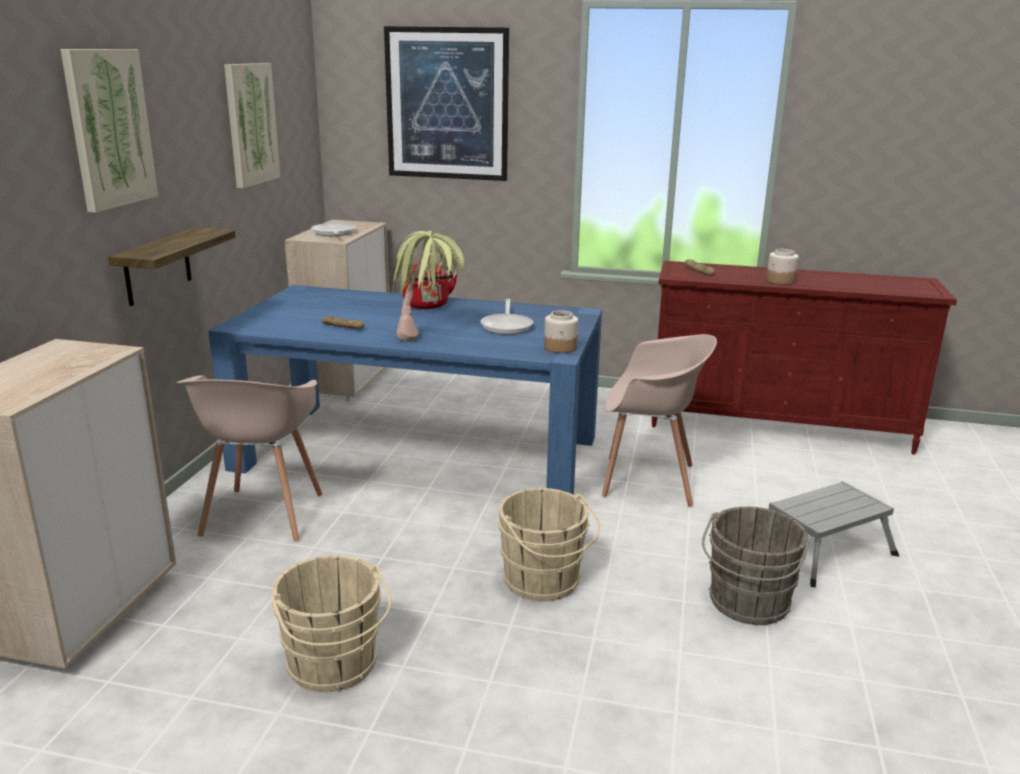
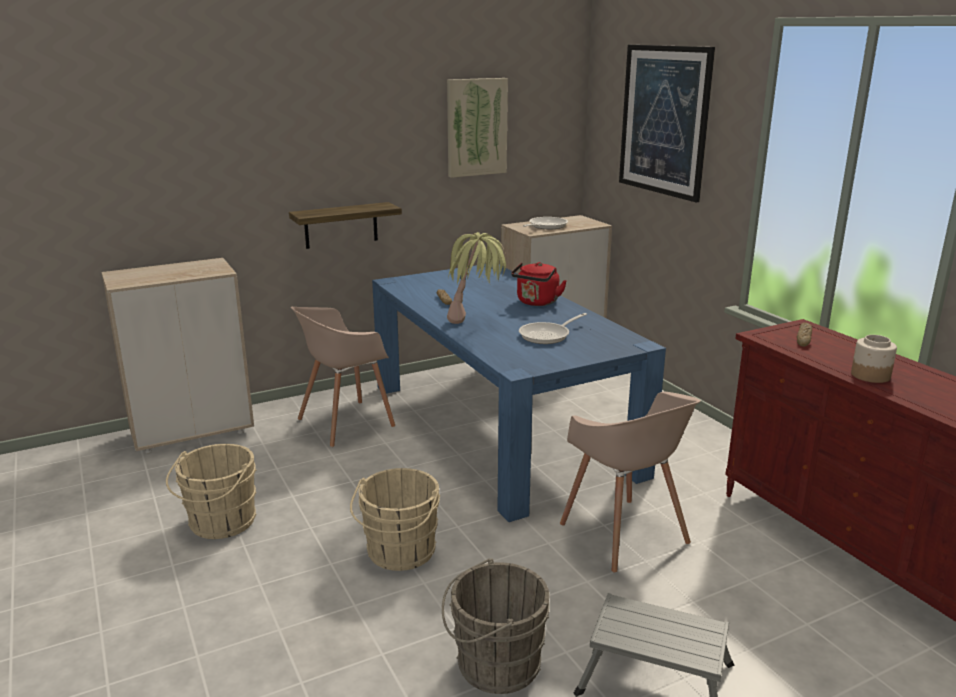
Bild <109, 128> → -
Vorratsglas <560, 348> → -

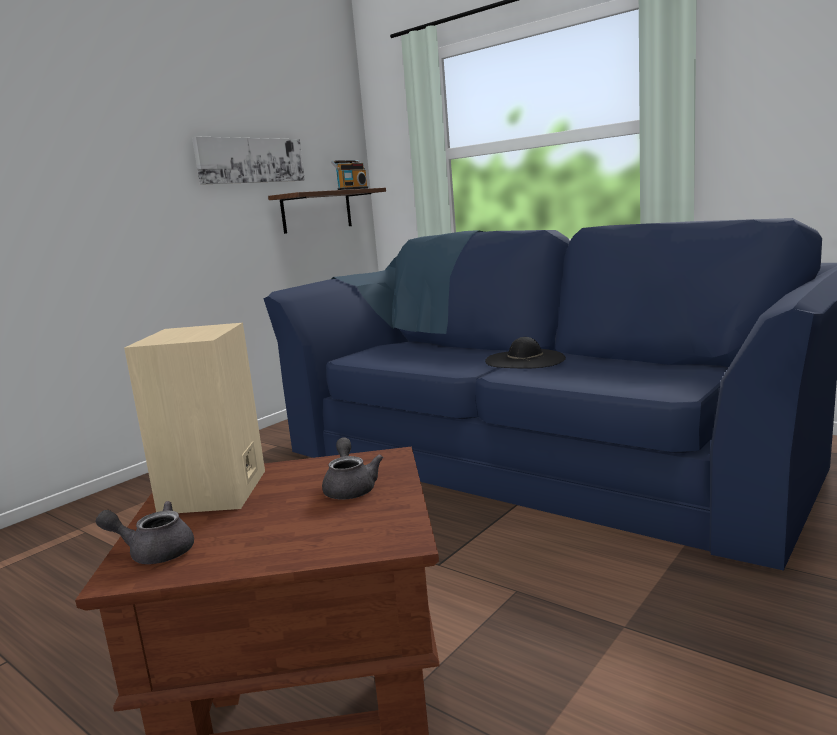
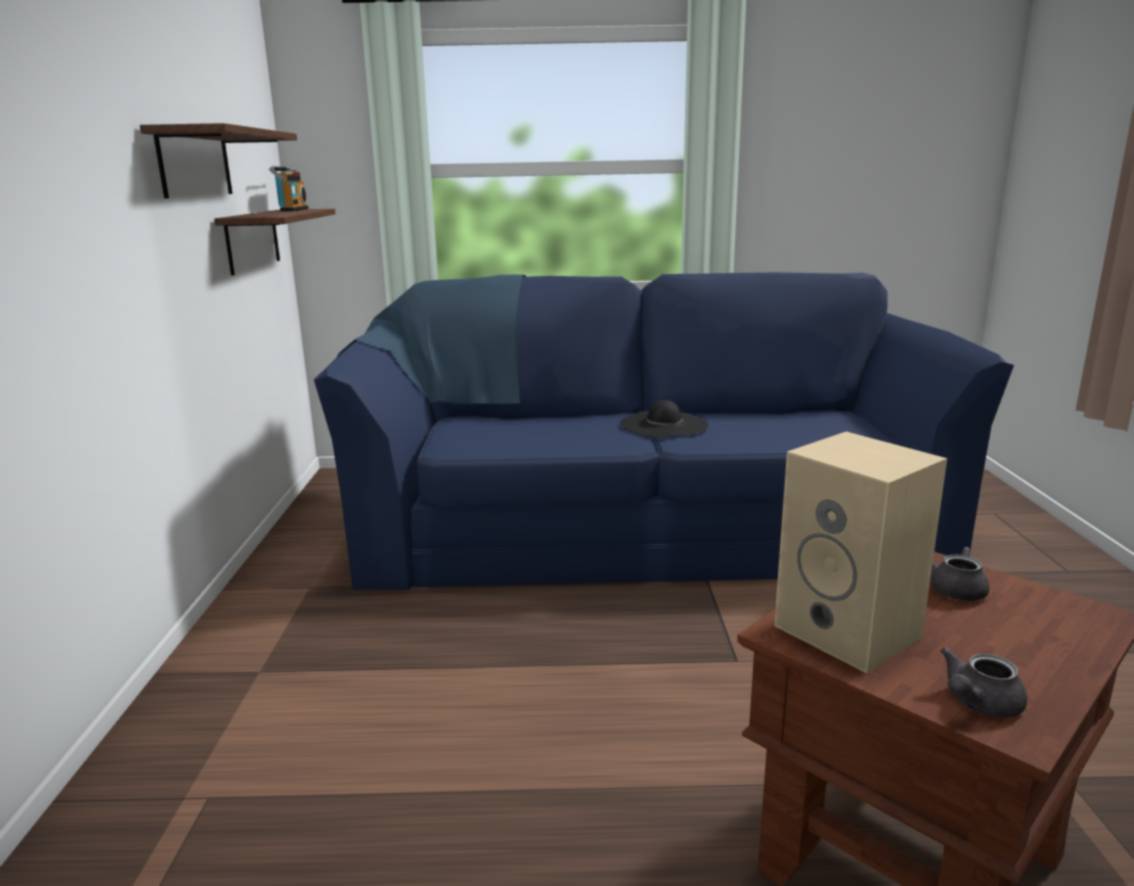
Bild <250, 160> → Wandregal <195, 163>

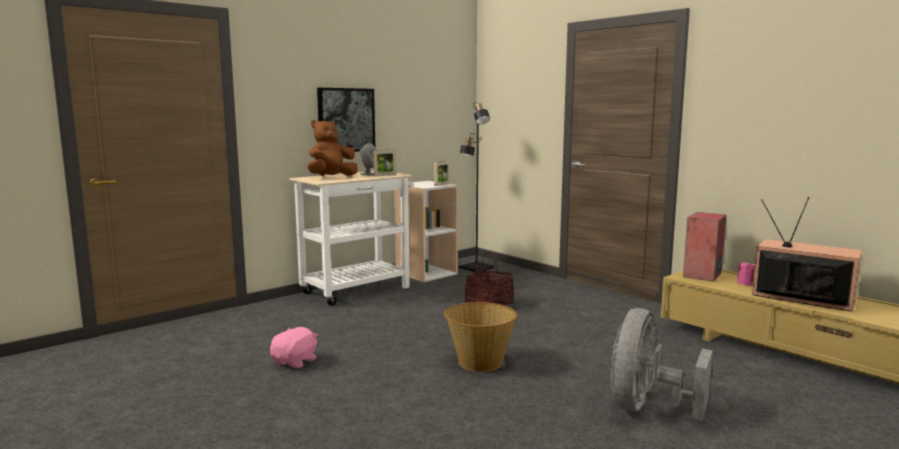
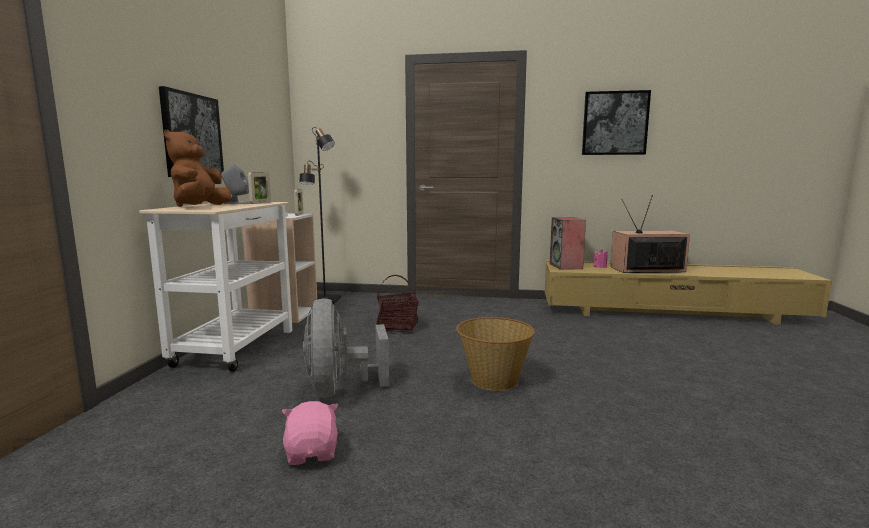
- → Bild <615, 123>
Ventilator [grau] <647, 408> → Ventilator [grau] <339, 390>, shifted

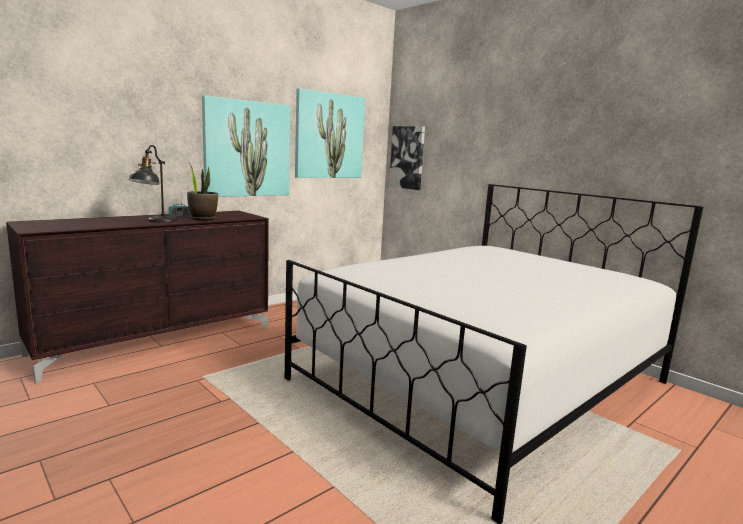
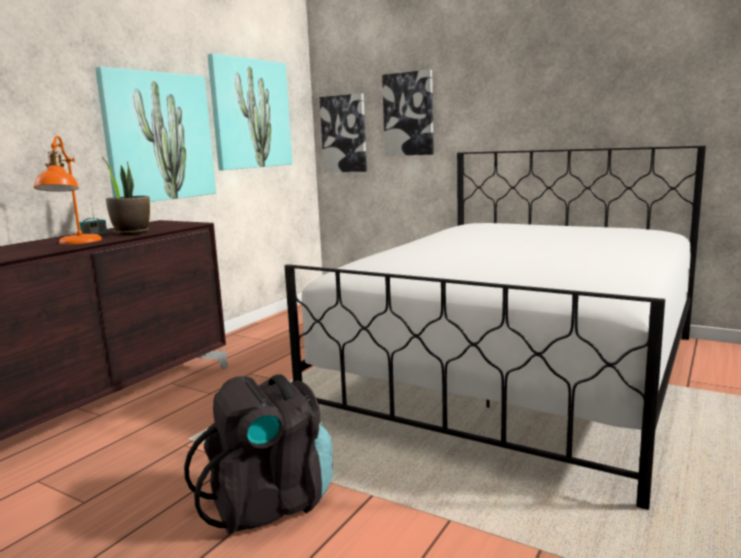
- → Rucksack [schwarz] <270, 502>
- → Bild <408, 114>
Tischlampe [grau] <156, 222> → Tischlampe [orange] <75, 244>

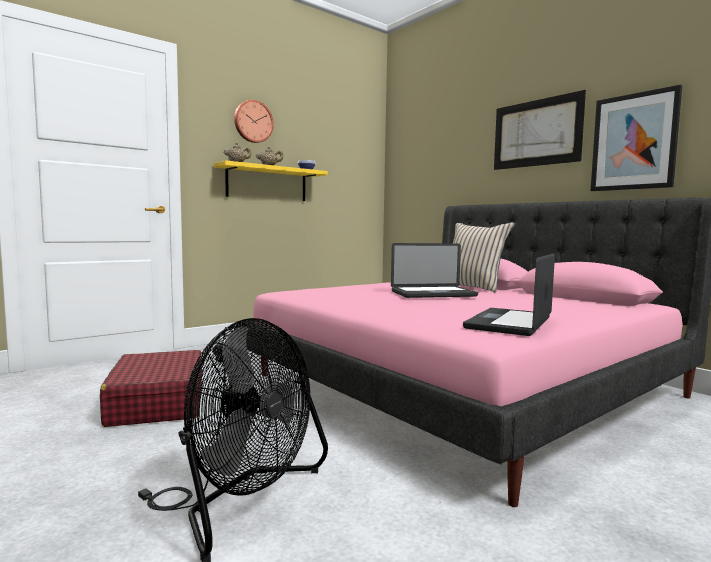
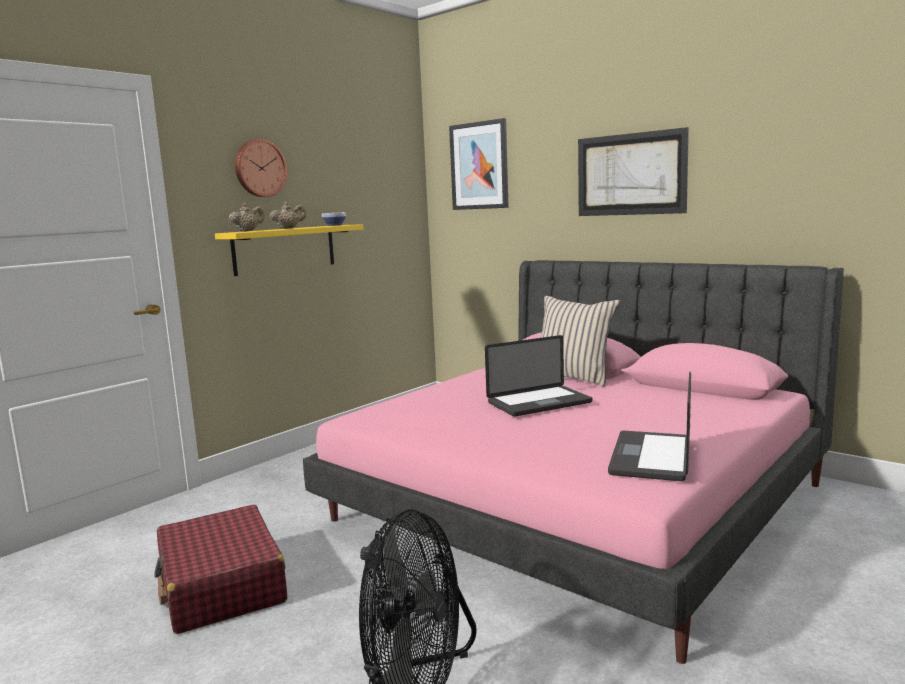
Bild <634, 142> → Bild <479, 166>, shifted

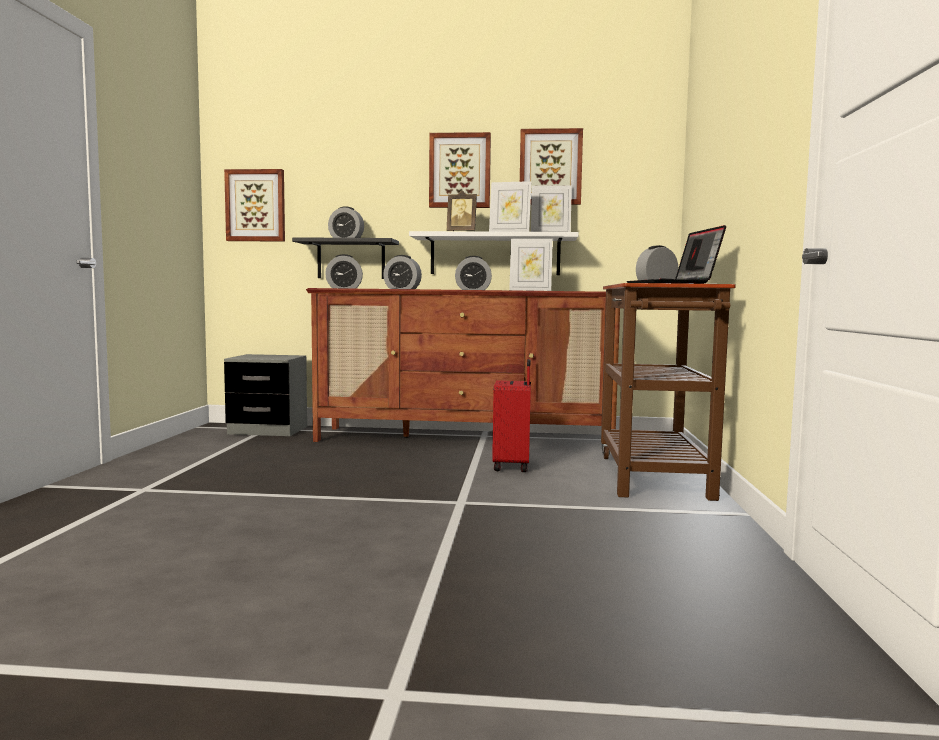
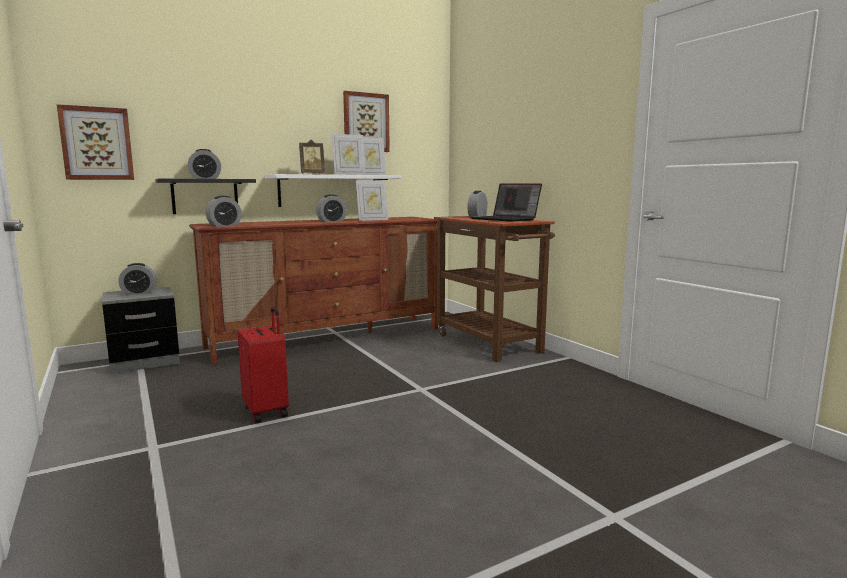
Bild <460, 171> → -
Wecker <402, 289> → Wecker <139, 293>, shifted
Koffer [rot] <512, 466> → Koffer [rot] <267, 411>, shifted

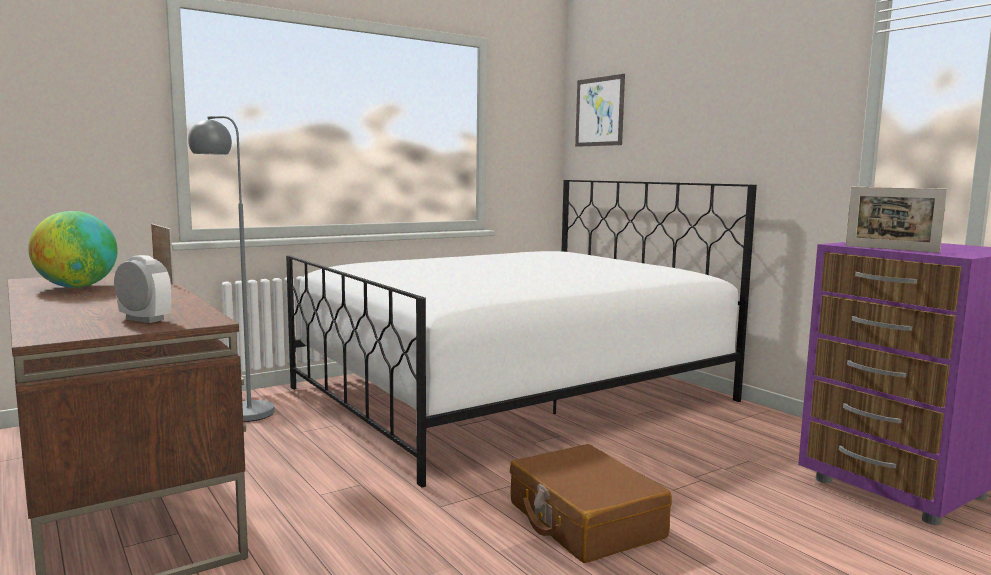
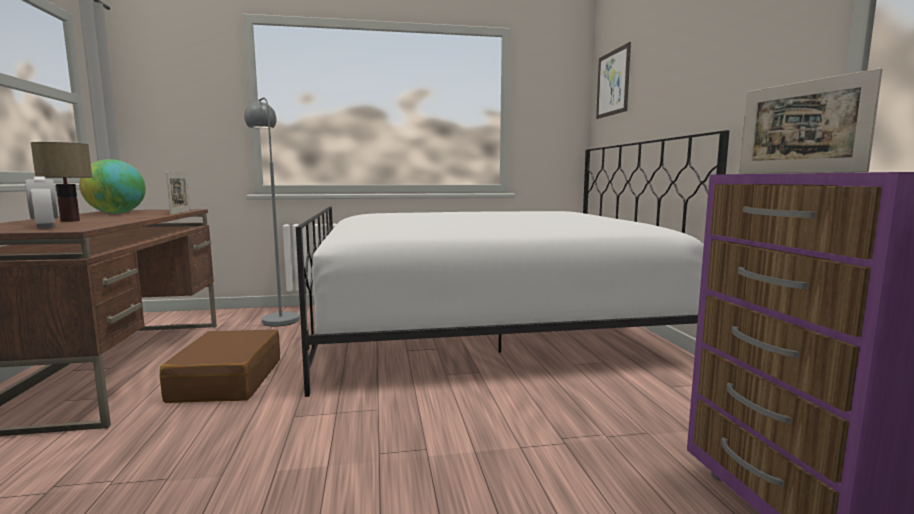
- → Tischlampe <69, 221>
Koffer [braun] <584, 520> → Koffer [braun] <226, 380>, shifted

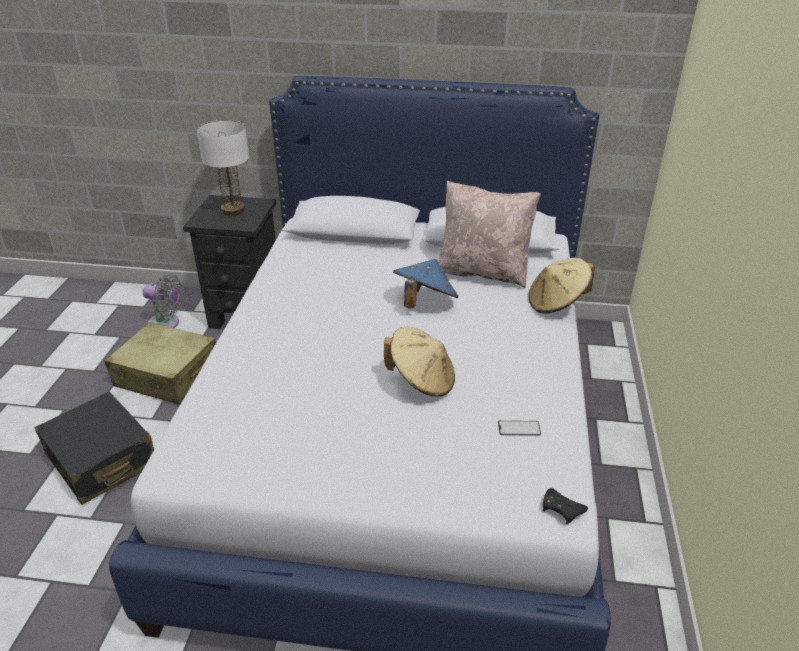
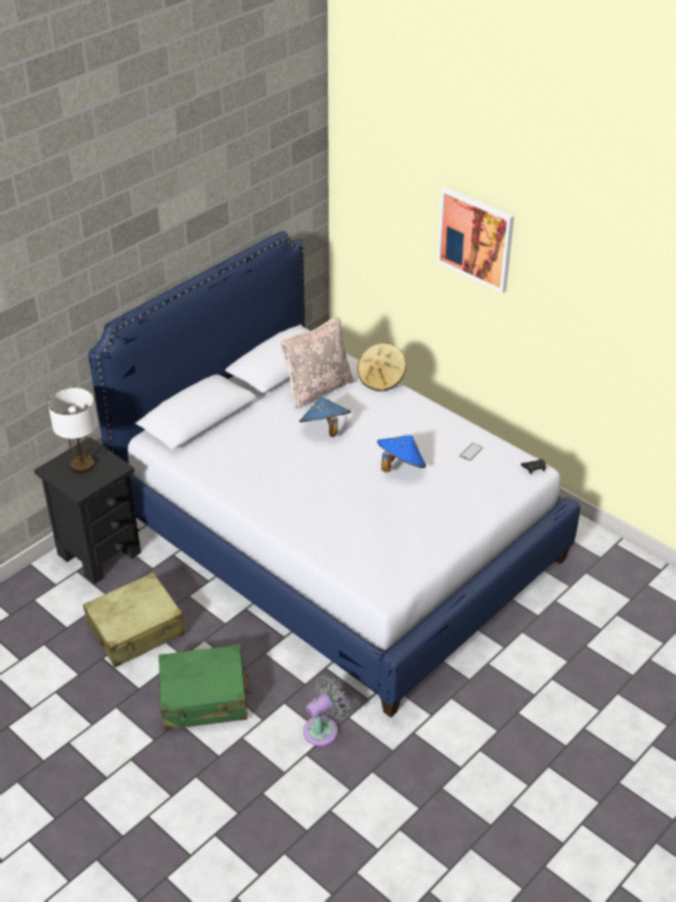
- → Bild <475, 238>
Ventilator [grau] <166, 324> → Ventilator [grau] <324, 729>, shifted
Koffer [schwarz] <101, 460> → Koffer [grün] <204, 698>
Hut [beige] <422, 380> → Hut [blau] <400, 466>

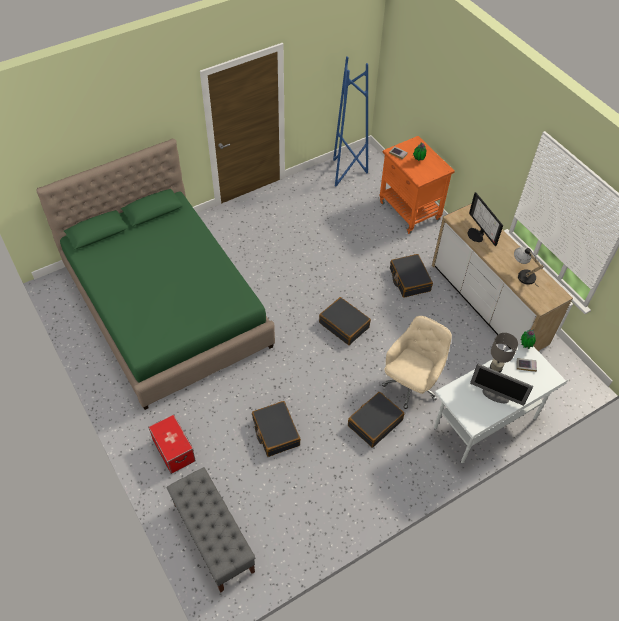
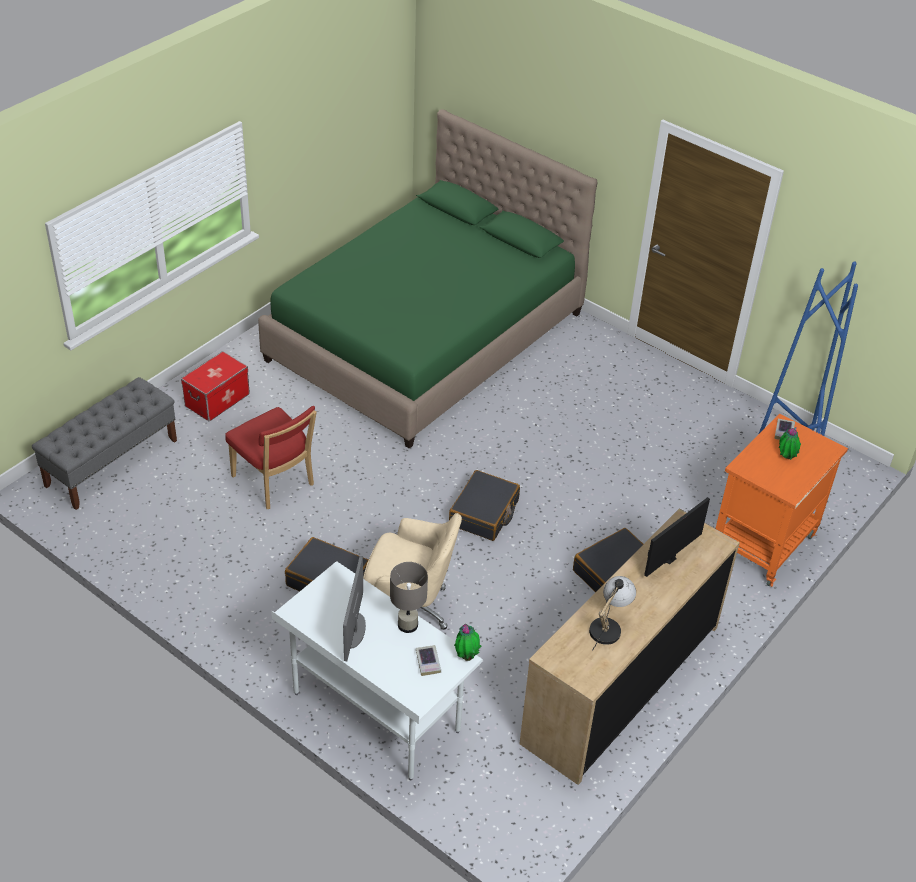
Koffer [schwarz] <275, 432> → Stuhl [rot] <275, 483>

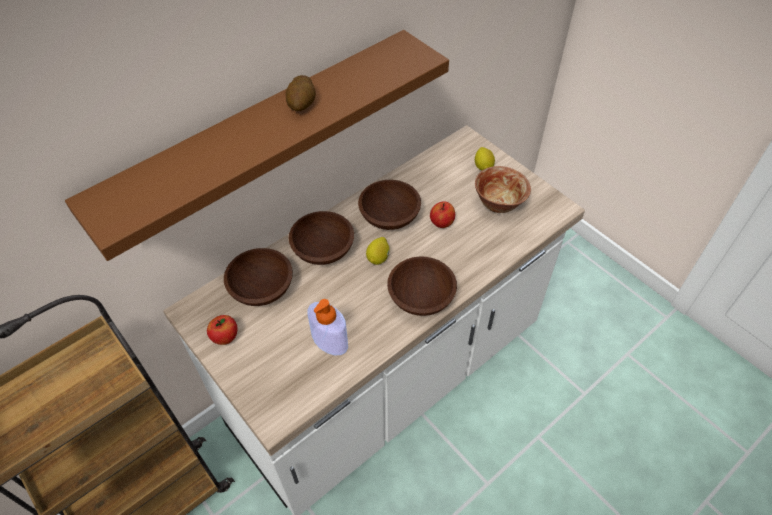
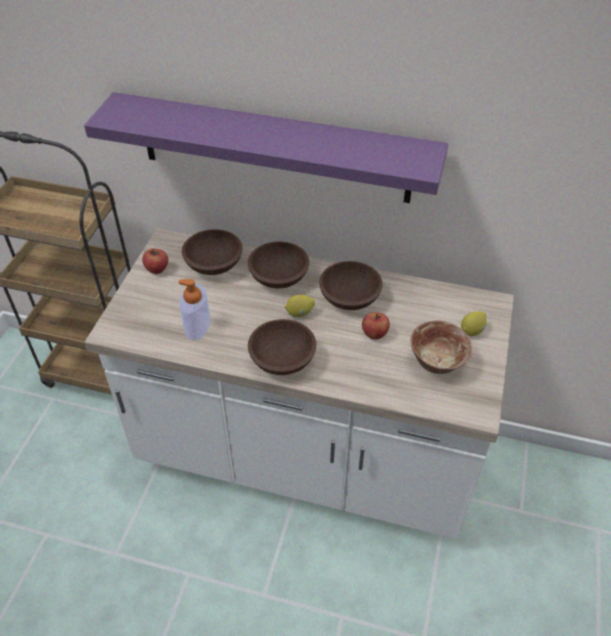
Kartoffel <302, 104> → -
Wandregal [braun] <261, 137> → Wandregal [lila] <274, 148>

